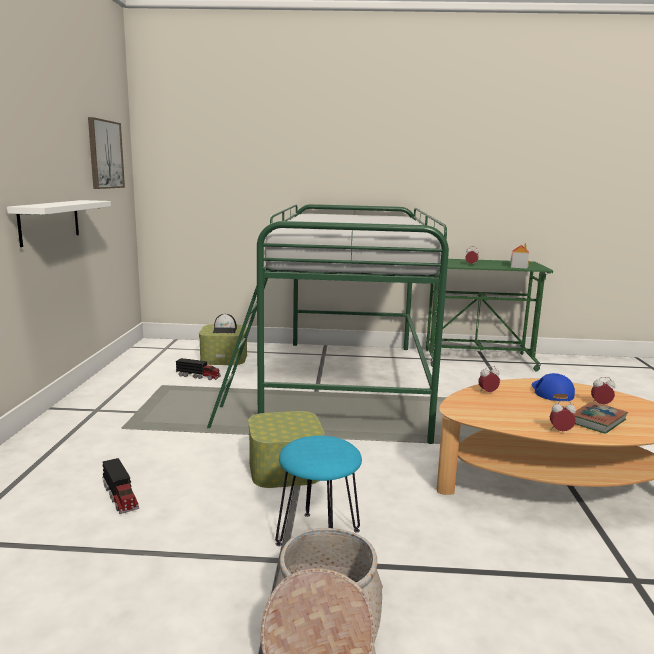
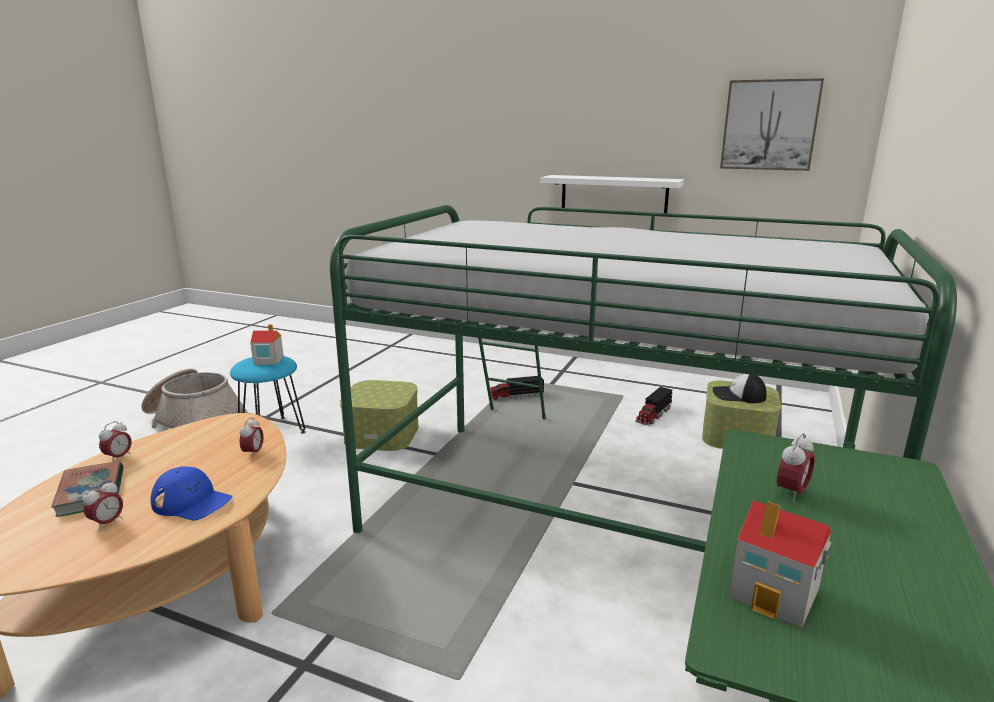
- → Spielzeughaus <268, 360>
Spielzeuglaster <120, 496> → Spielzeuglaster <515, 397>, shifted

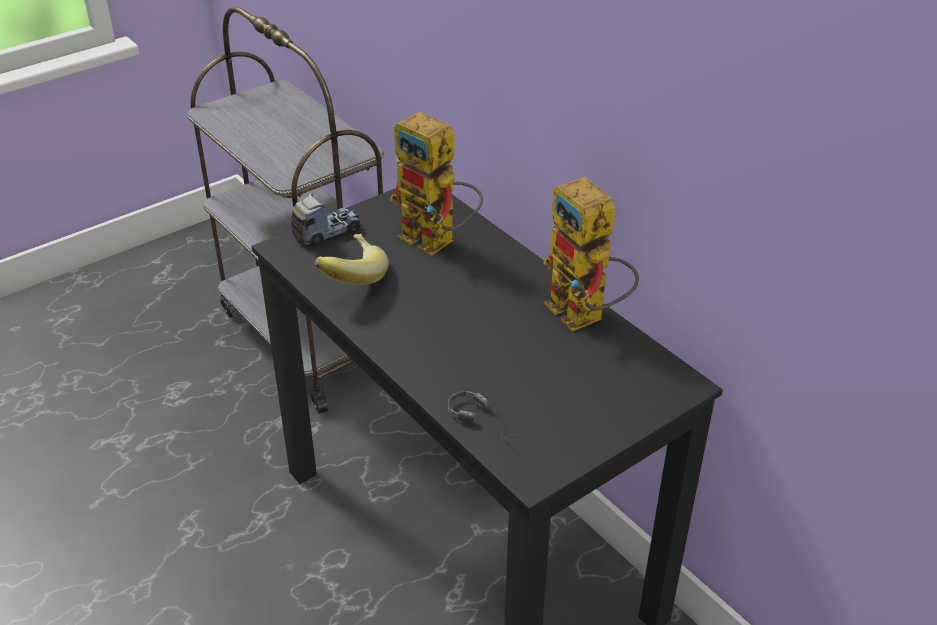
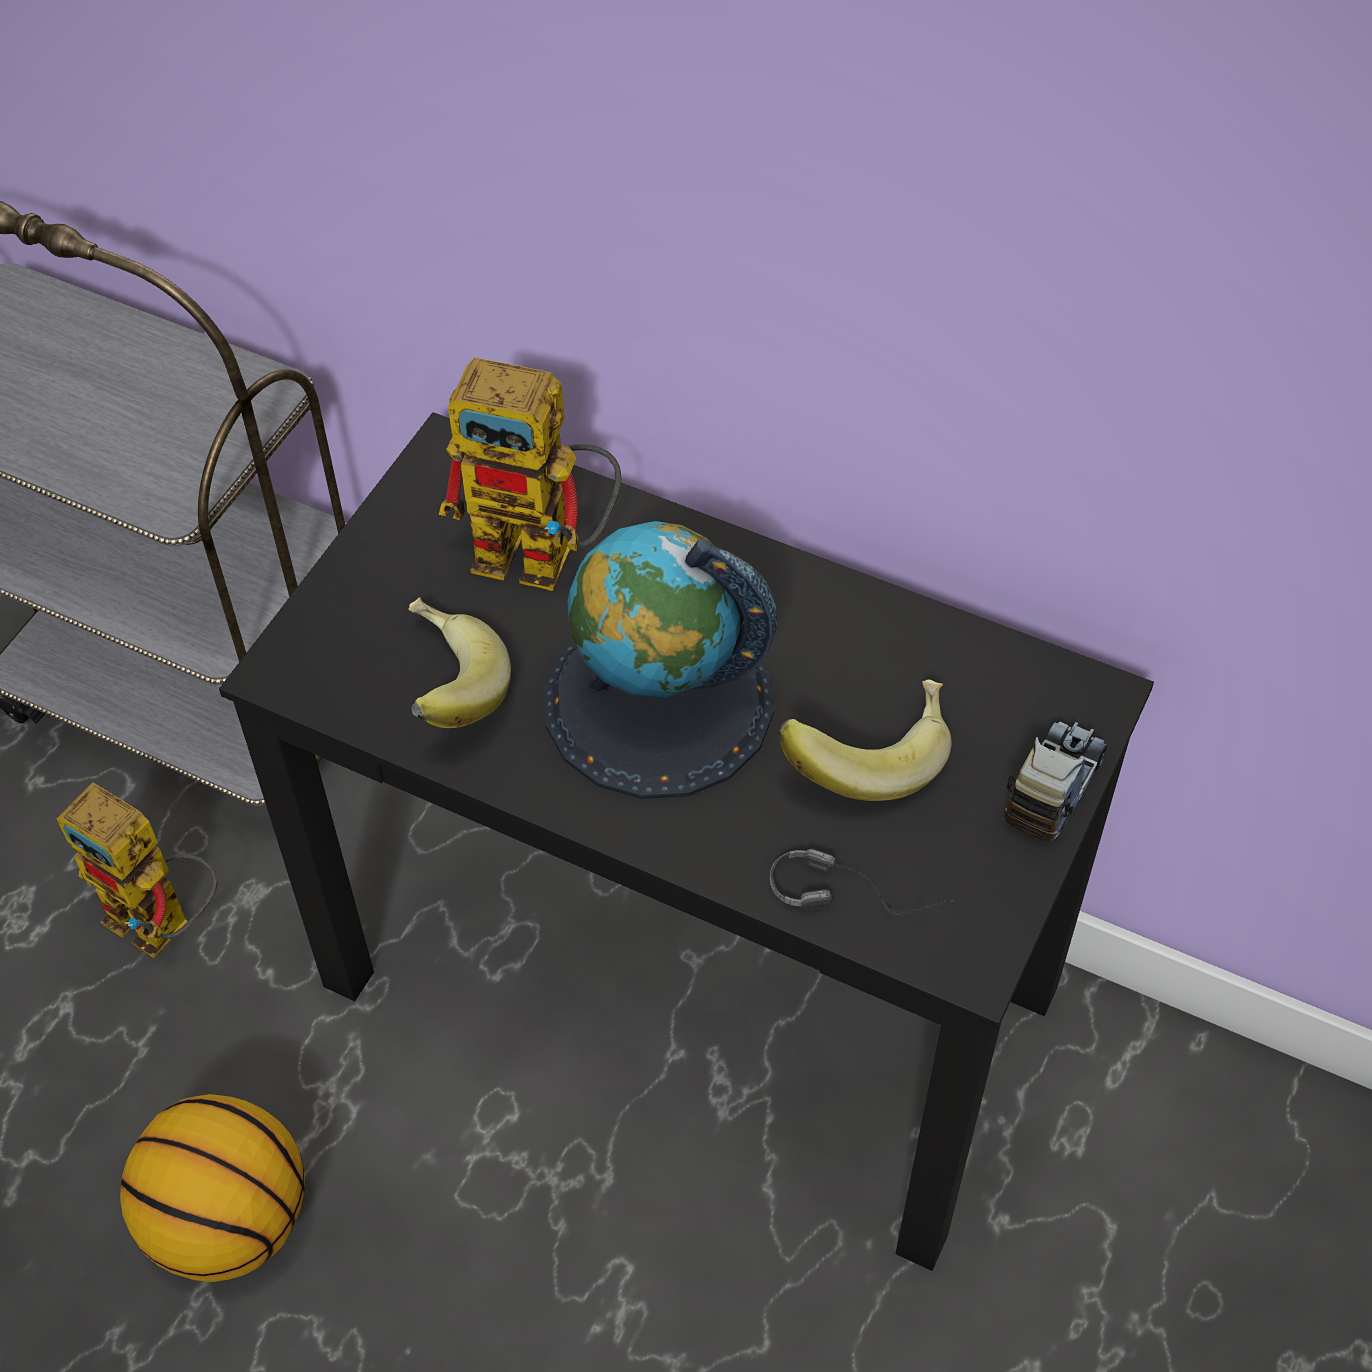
- → Basketball <229, 1220>
- → Globus <658, 703>
- → Banane <867, 755>
Spielzeuglaster <326, 233> → Spielzeuglaster <1052, 789>, shifted
Spielzeugroboter <585, 317> → Spielzeugroboter <164, 925>, shifted

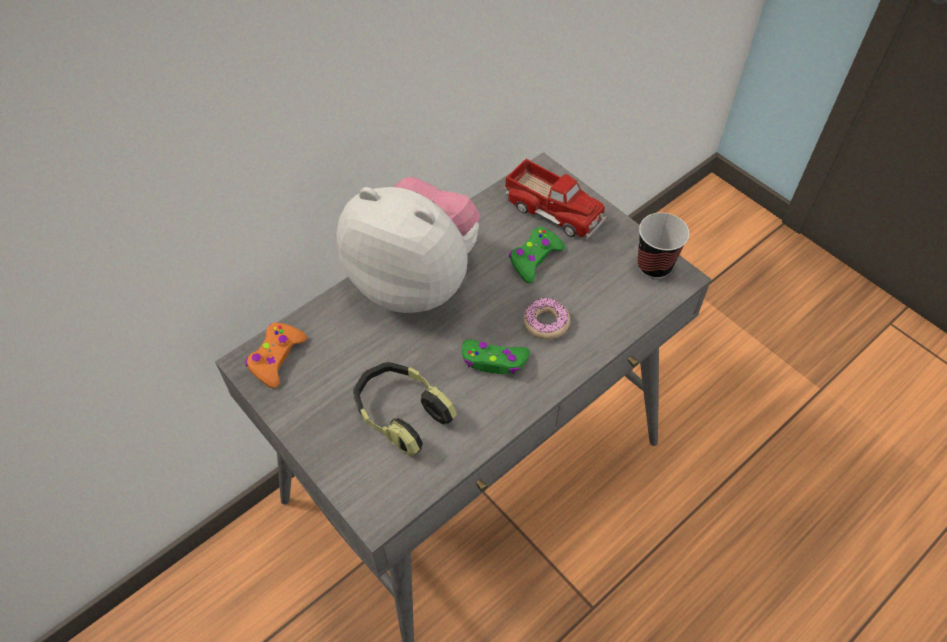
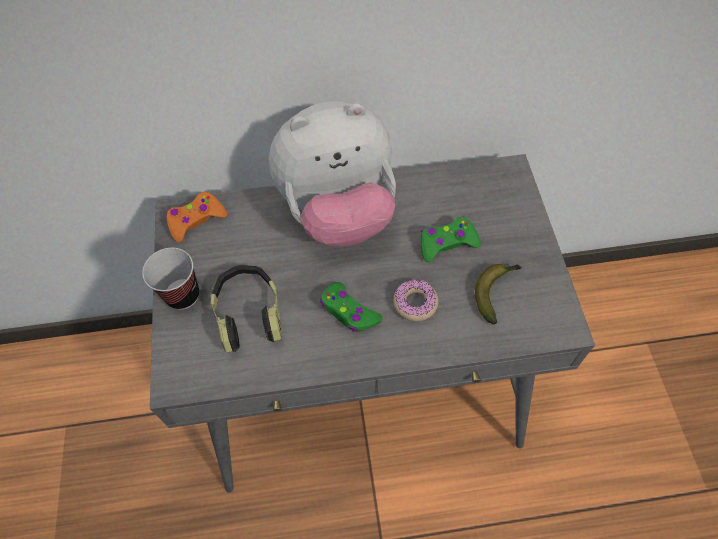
Spielzeuglaster <554, 209> → -
- → Banane <496, 291>
Tasse <654, 266> → Tasse <182, 295>, shifted
Plüschtier <416, 280> → Plüschtier <339, 212>, 105 degrees clockwise

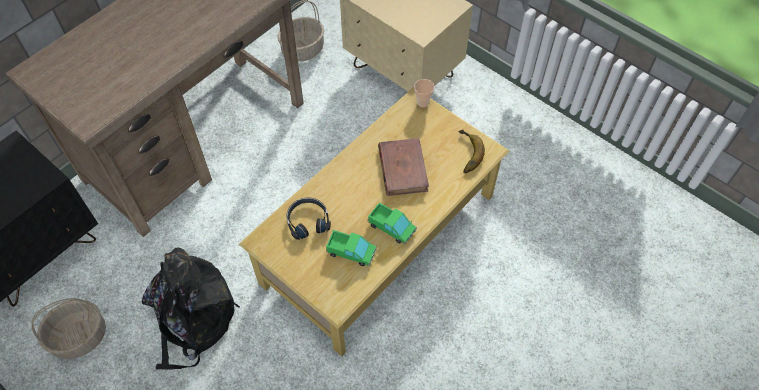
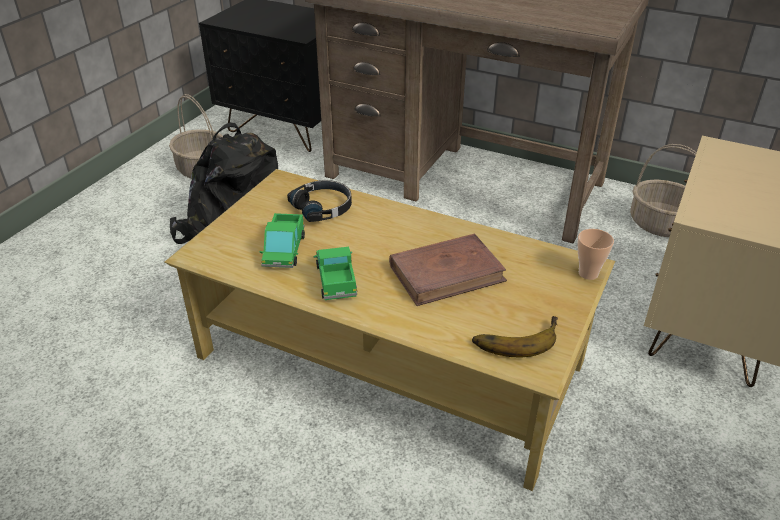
Spielzeuglaster <392, 227> → Spielzeuglaster <336, 280>, 150 degrees clockwise

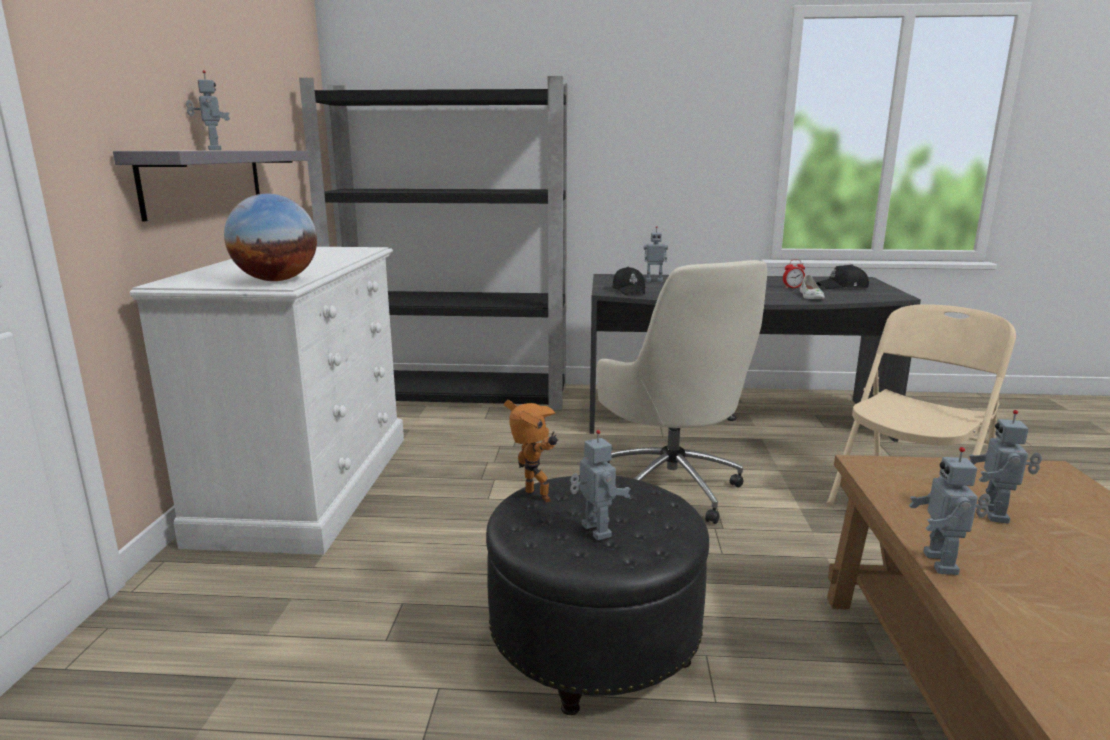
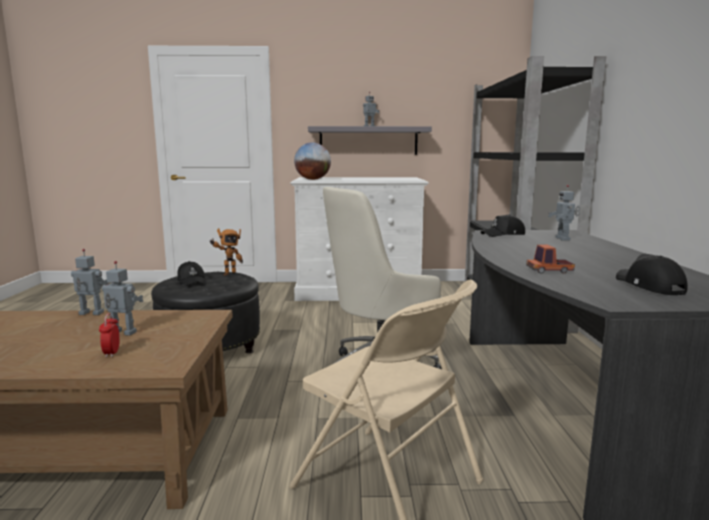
Wecker <792, 288> → Wecker <111, 353>, shifted
Spielzeugroboter <594, 531> → Kappe [schwarz] <191, 280>
Schuh [weiß] <810, 296> → Spielzeuglaster <549, 271>

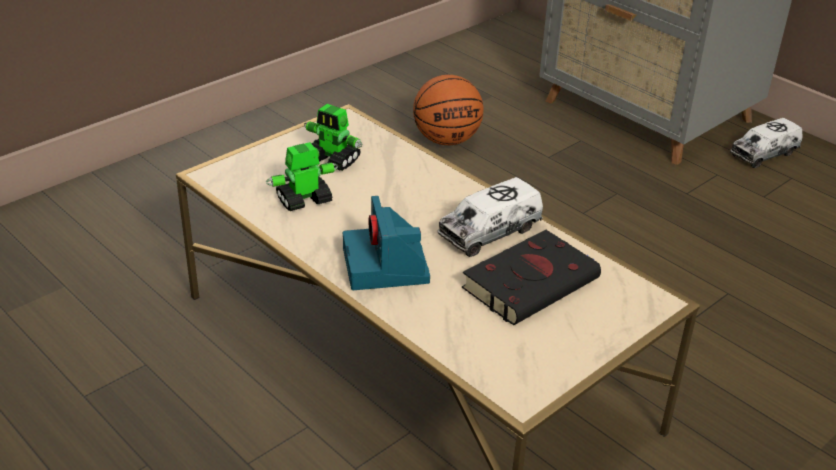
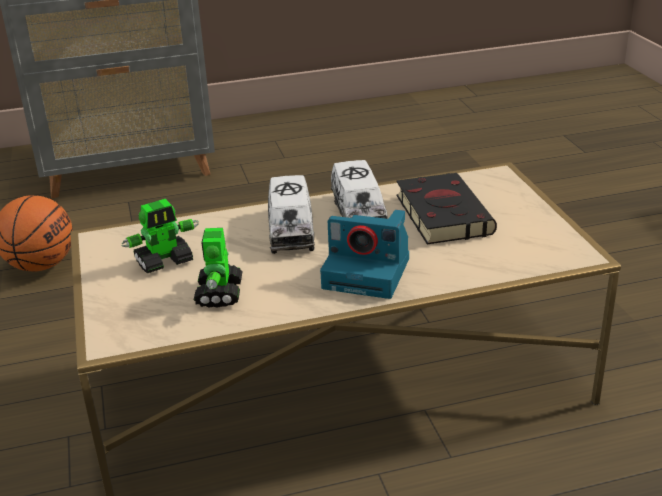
Spielzeuglaster <764, 154> → Spielzeuglaster <291, 230>, shifted

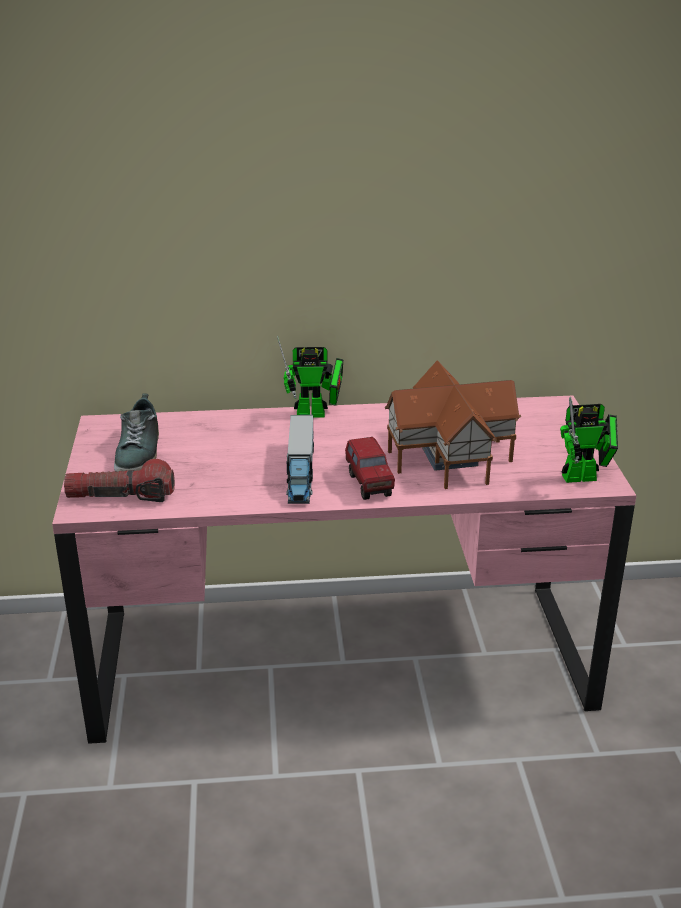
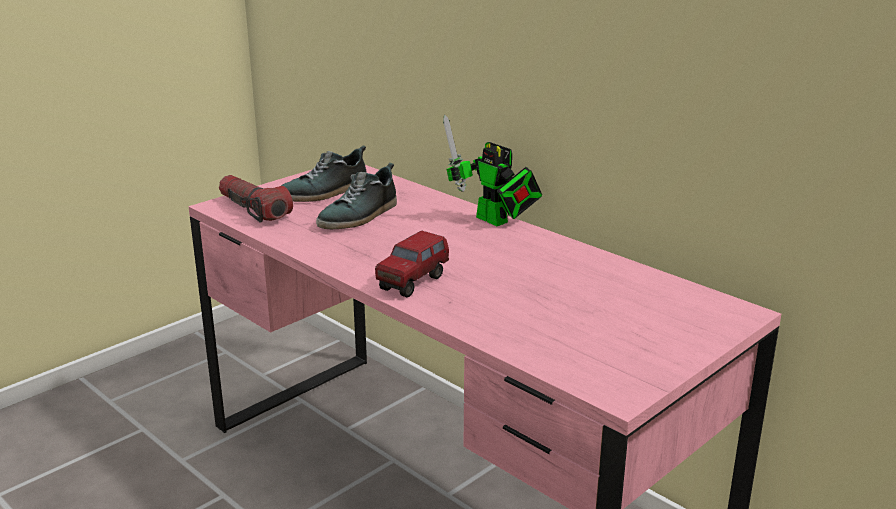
Spielzeuglaster <300, 473> → -
Spielzeughaus <451, 455> → -
Spielzeugroboter <584, 477> → -
- → Schuh <359, 215>

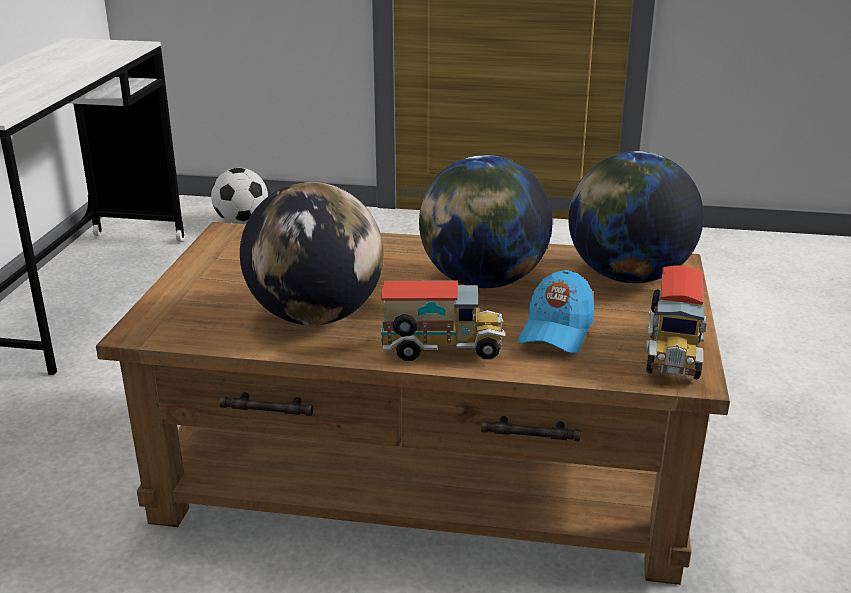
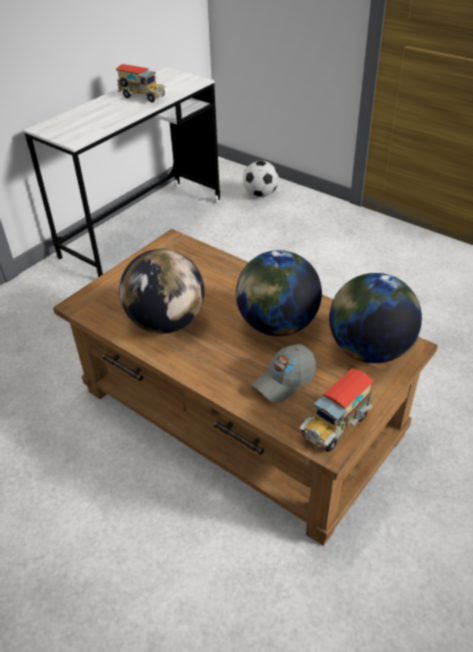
Spielzeuglaster <442, 351> → Spielzeuglaster <142, 97>, shifted
Kappe [blau] <556, 331> → Kappe [grau] <284, 380>

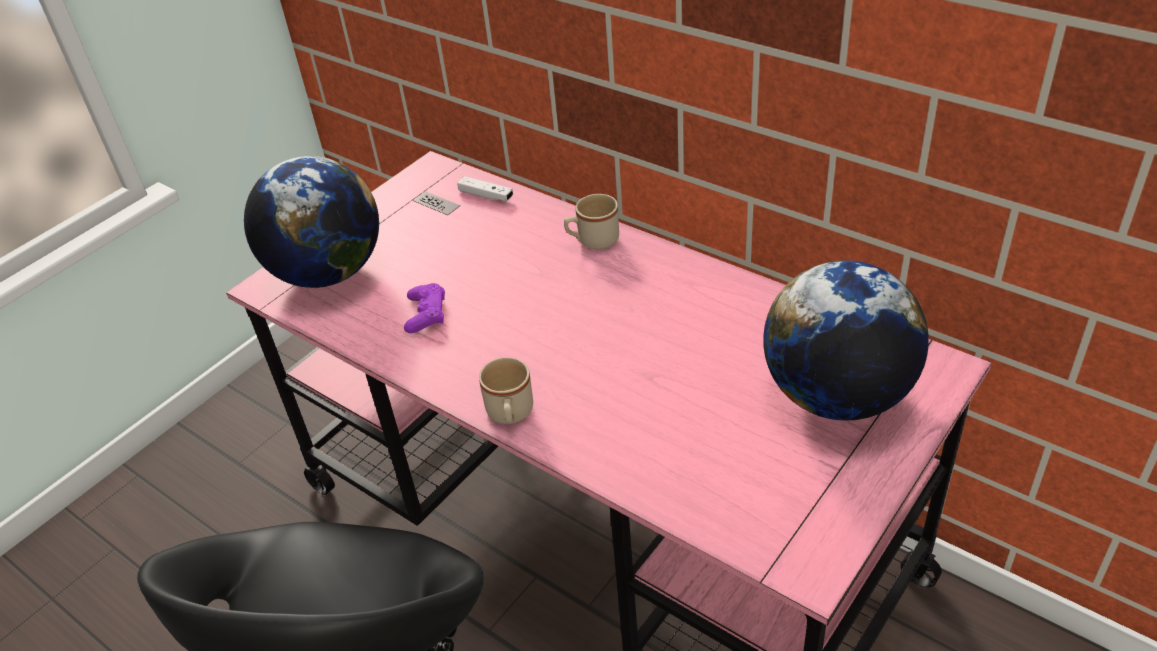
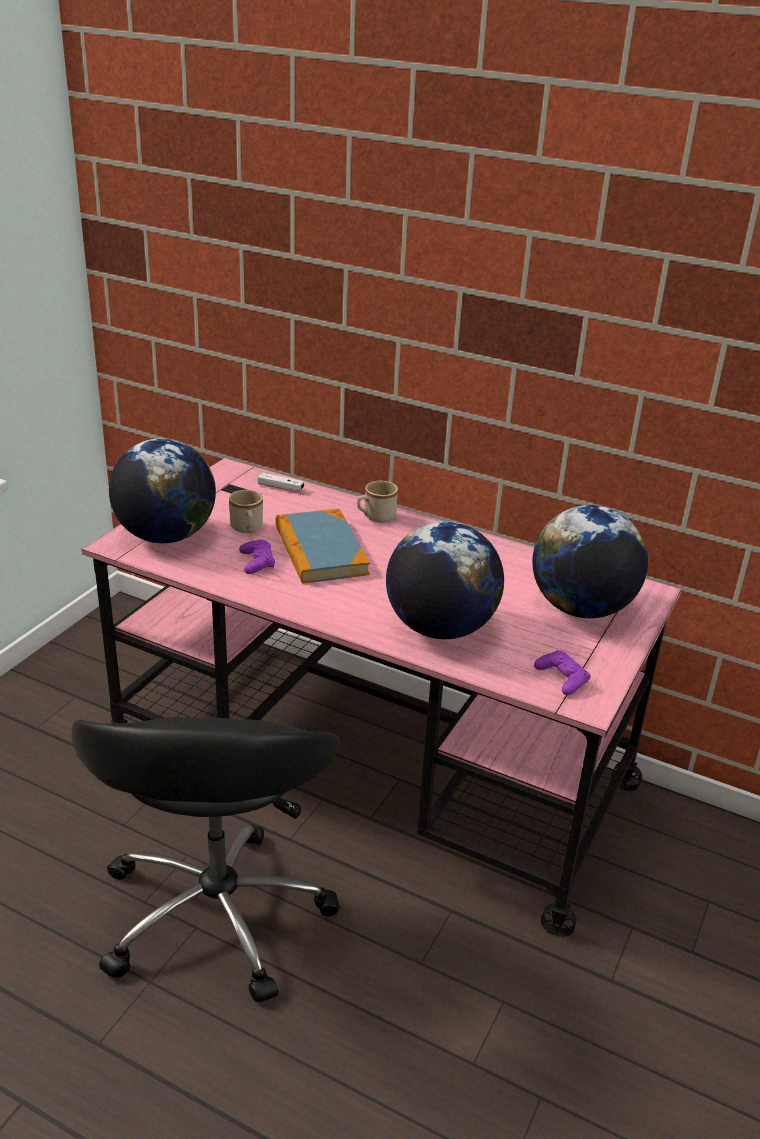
- → Buch <320, 550>
- → Globus <440, 628>
- → Gamepad [lila] <562, 678>
Henkelbecher [beige] <510, 415> → Henkelbecher [beige] <247, 529>, shifted

